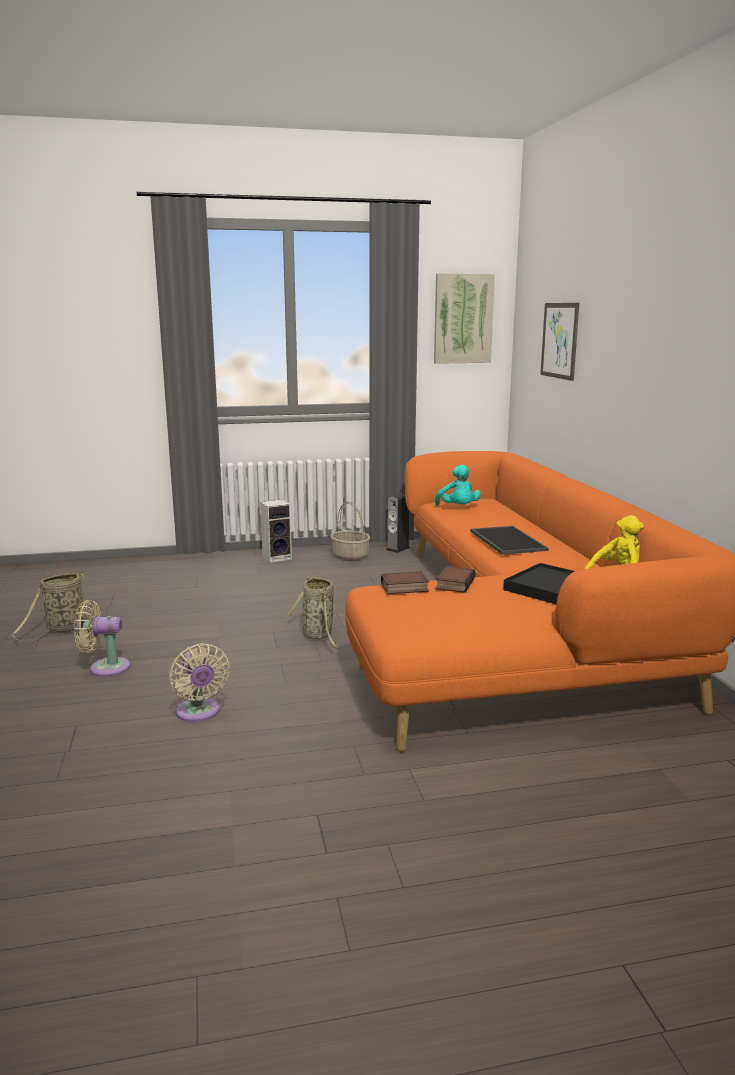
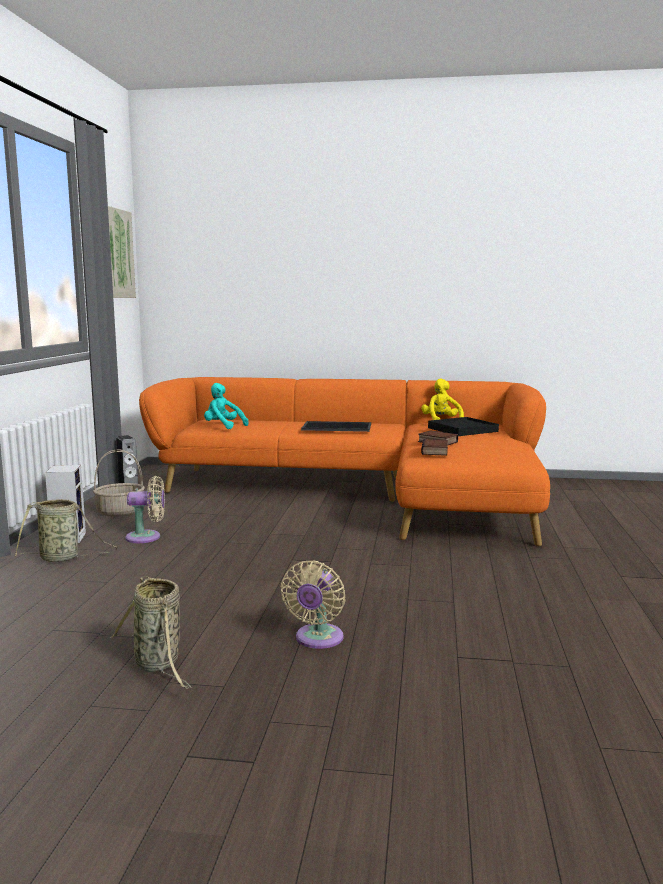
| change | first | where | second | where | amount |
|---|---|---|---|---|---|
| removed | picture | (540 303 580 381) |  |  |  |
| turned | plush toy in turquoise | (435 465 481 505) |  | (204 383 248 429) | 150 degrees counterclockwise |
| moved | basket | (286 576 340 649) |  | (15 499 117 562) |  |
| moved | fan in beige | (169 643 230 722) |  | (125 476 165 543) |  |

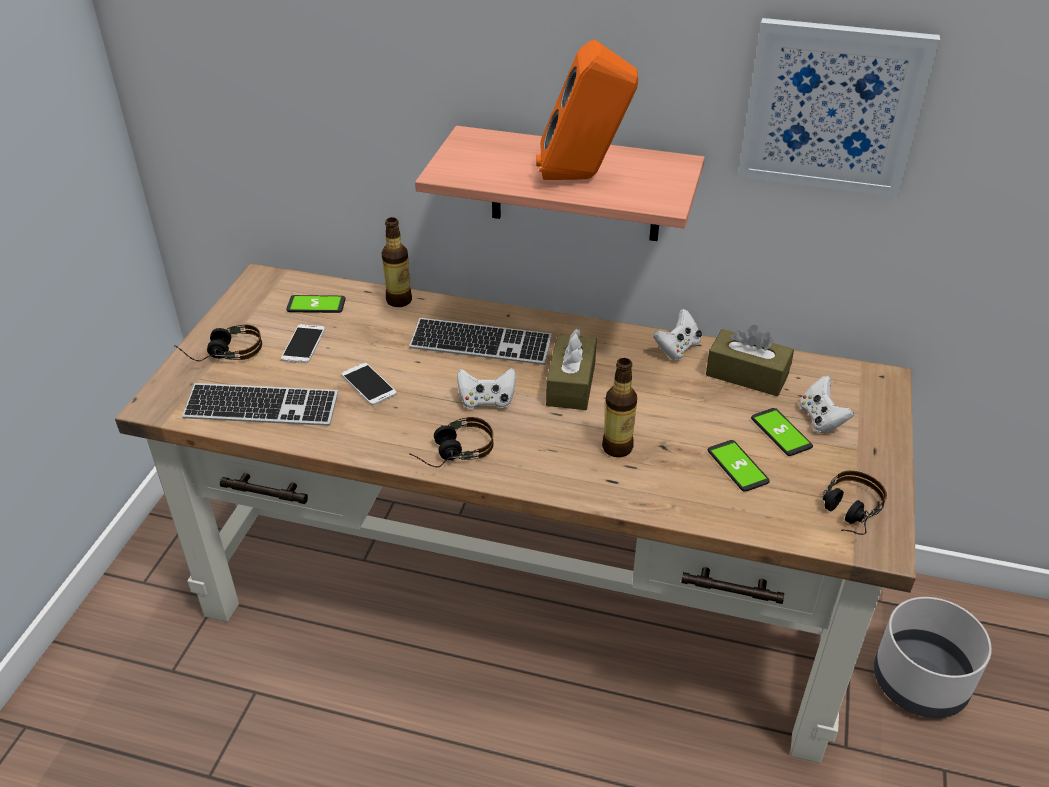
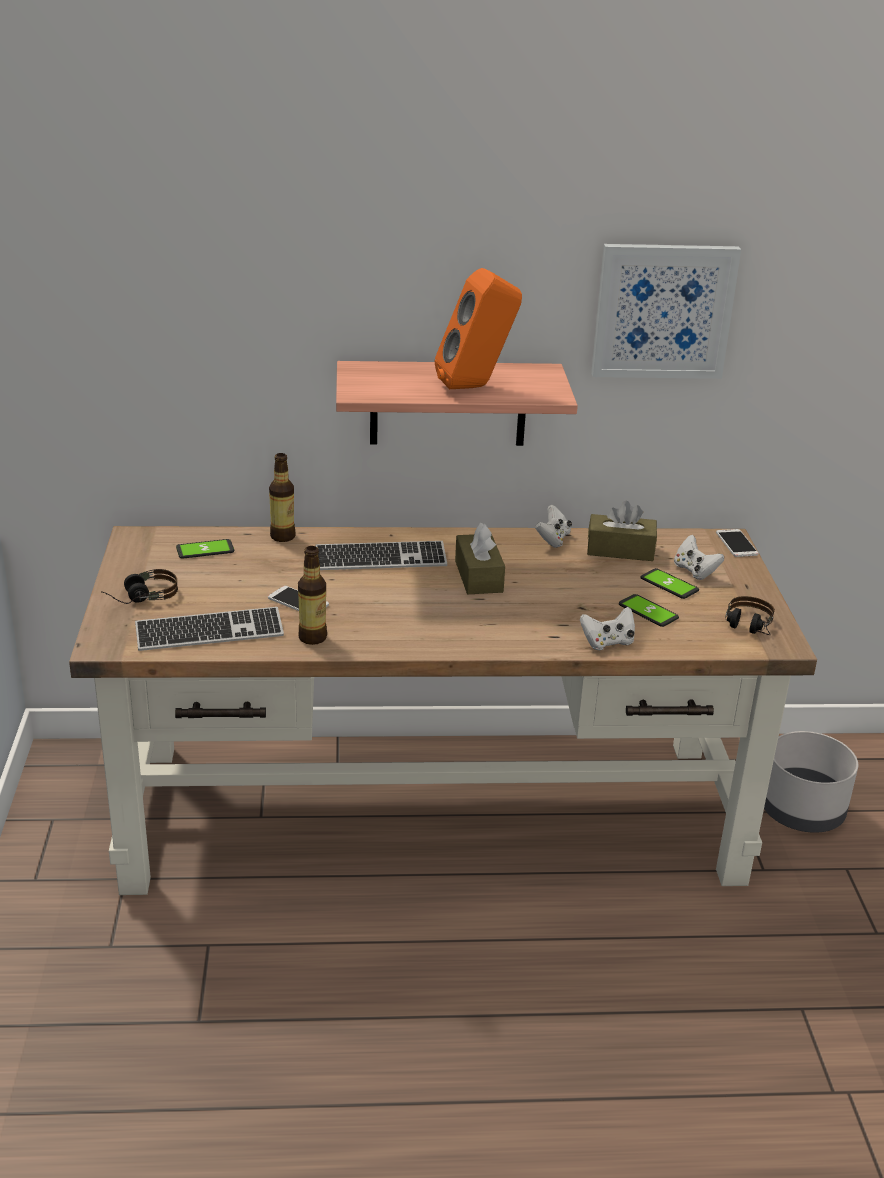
| change | first | where | second | where | amount |
|---|---|---|---|---|---|
| moved | phone | (281 324 325 363) |  | (716 529 758 557) |  |
| moved | bottle | (602 358 637 457) |  | (298 546 327 645) |  |
| moved | game controller in white | (457 368 516 409) |  | (580 607 635 650) |  |
| removed | headphones | (409 417 494 468) |  |  |  |

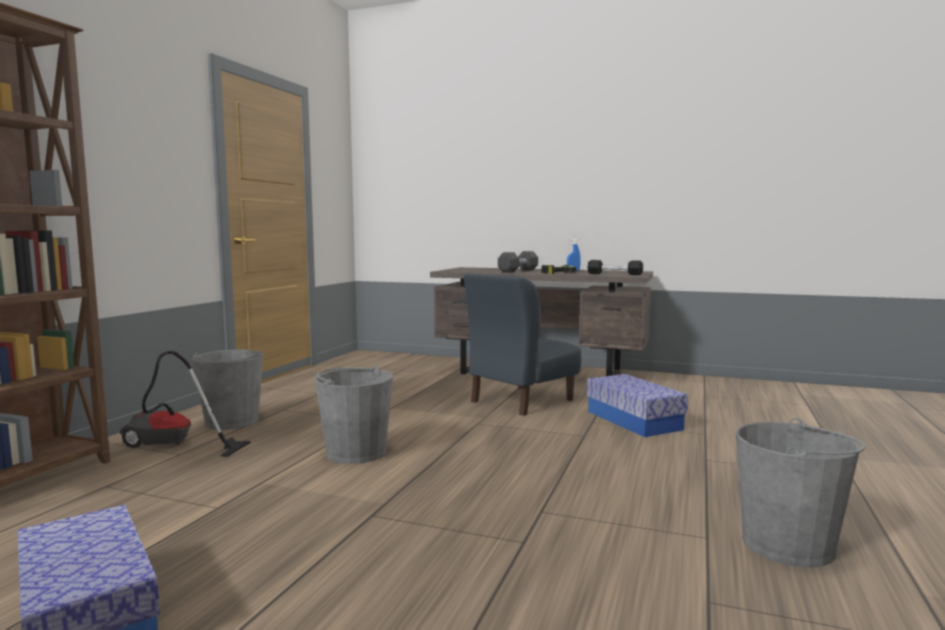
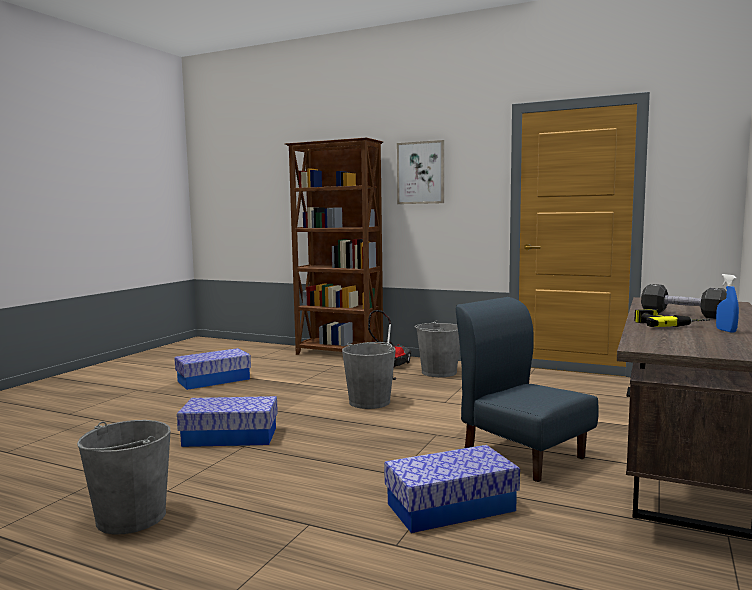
| change | first | where | second | where | amount |
|---|---|---|---|---|---|
| removed | dumbbell in black | (588 260 643 275) |  |  |  |
| added |  |  | picture | (397 140 444 204) |  |
| added |  |  | storage box | (177 396 278 447) |  |

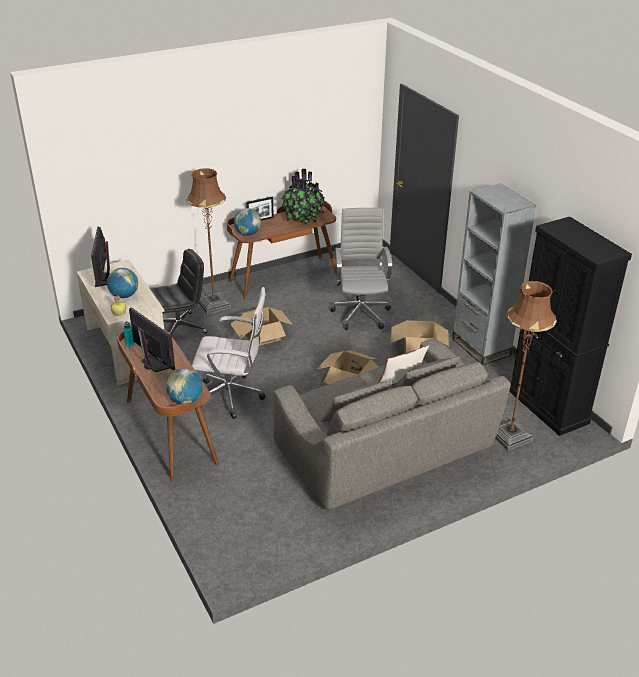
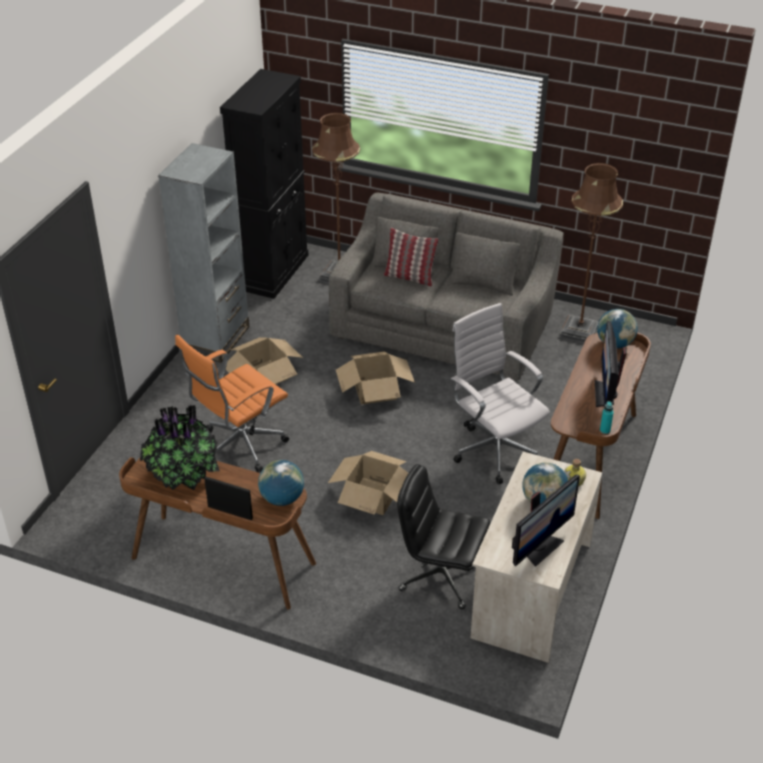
| change | first | where | second | where | amount |
|---|---|---|---|---|---|
| moved | floor lamp in brown | (186 168 231 315) |  | (560 163 623 343) |  |
| recoloured | office chair in grey | (330 208 392 330) | office chair in orange | (175 335 289 473) |  |

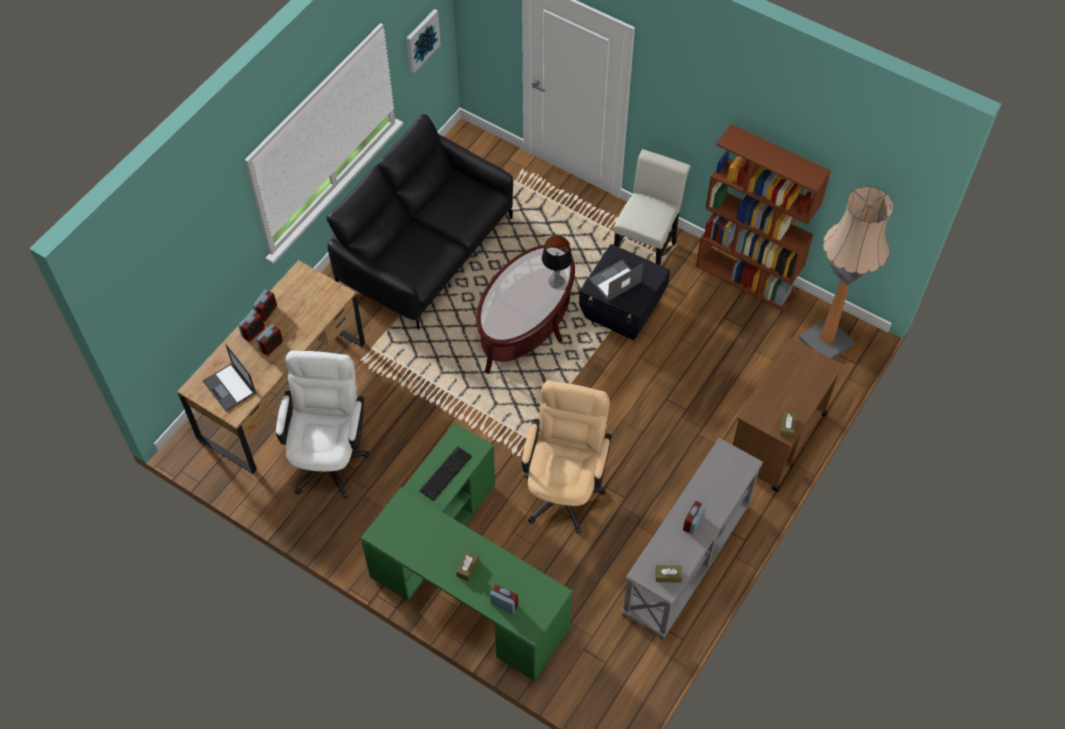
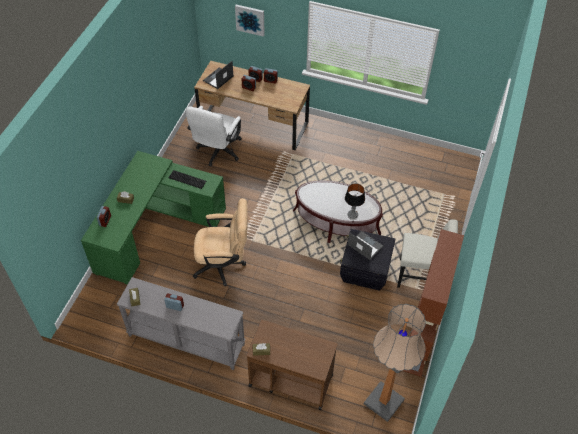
| change | first | where | second | where | amount |
|---|---|---|---|---|---|
| moved | picture | (406 9 441 74) |  | (235 5 265 37) |  |
| removed | sofa in black | (327 114 513 329) |  |  |  |
| turned | office chair in white | (276 351 370 499) |  | (186 106 242 166) | 120 degrees clockwise |

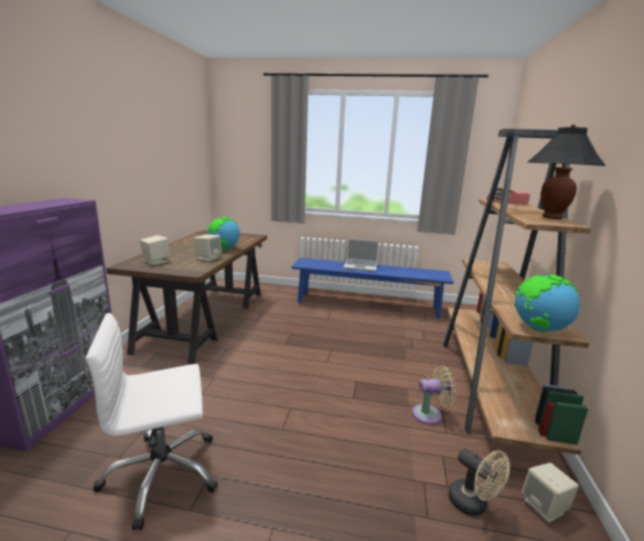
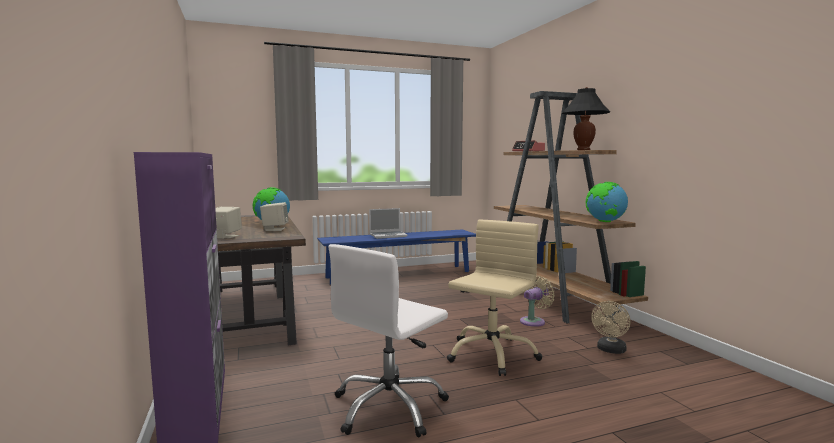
| change | first | where | second | where | amount |
|---|---|---|---|---|---|
| turned | fan in beige | (448 448 510 516) |  | (591 301 630 354) | 105 degrees clockwise |
| removed | speaker in beige | (521 463 579 523) |  |  |  |
| added |  |  | office chair in beige | (447 220 542 376) |  |

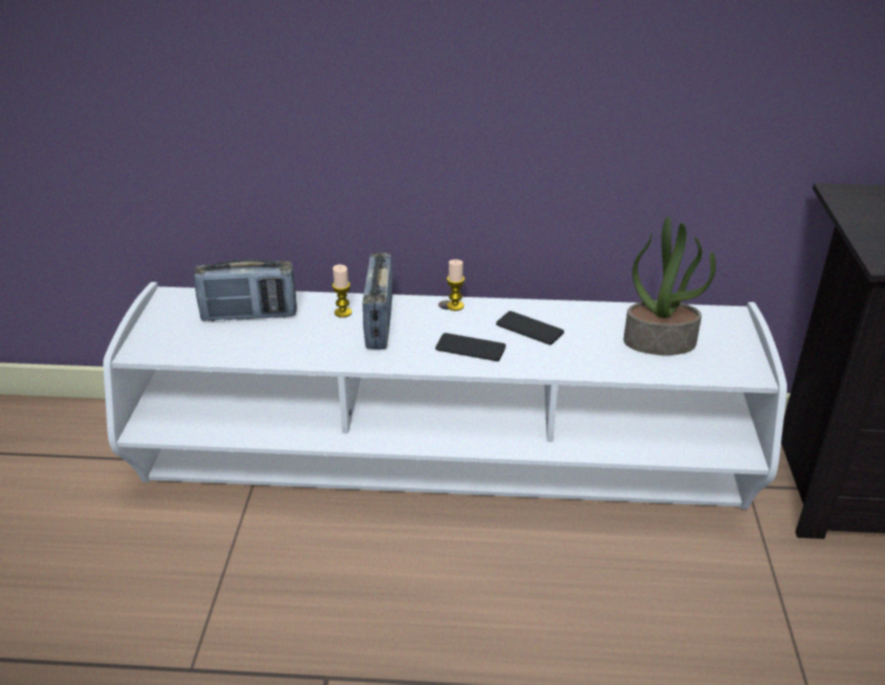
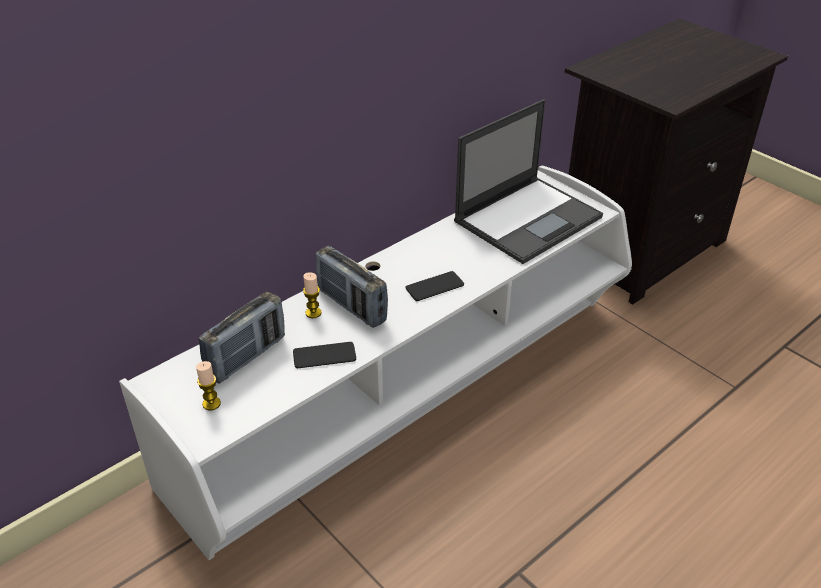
| change | first | where | second | where | amount |
|---|---|---|---|---|---|
| replaced | potted plant | (624 217 716 355) | laptop | (454 99 603 264) |  |
| moved | candle | (447 259 465 311) |  | (196 361 221 410) |  |
| moved | phone | (496 311 564 345) |  | (293 342 356 368) |  |

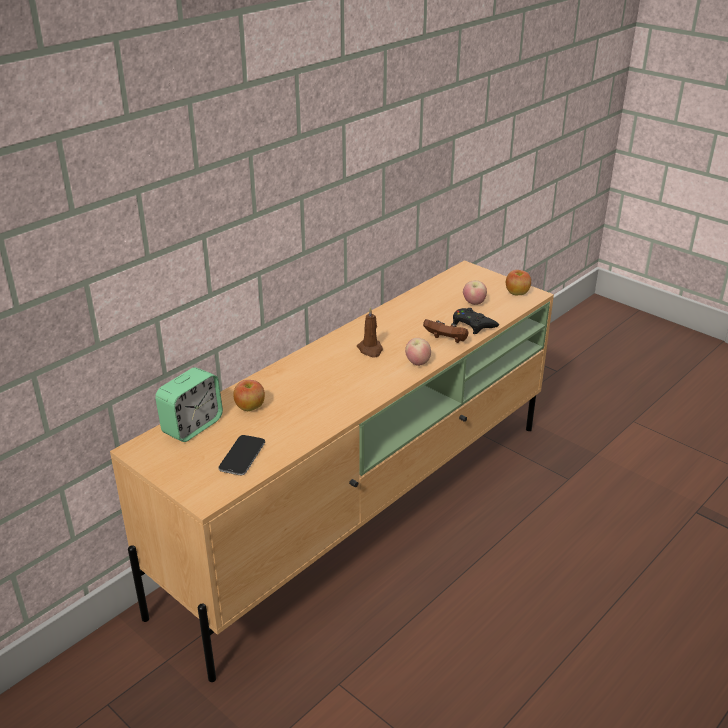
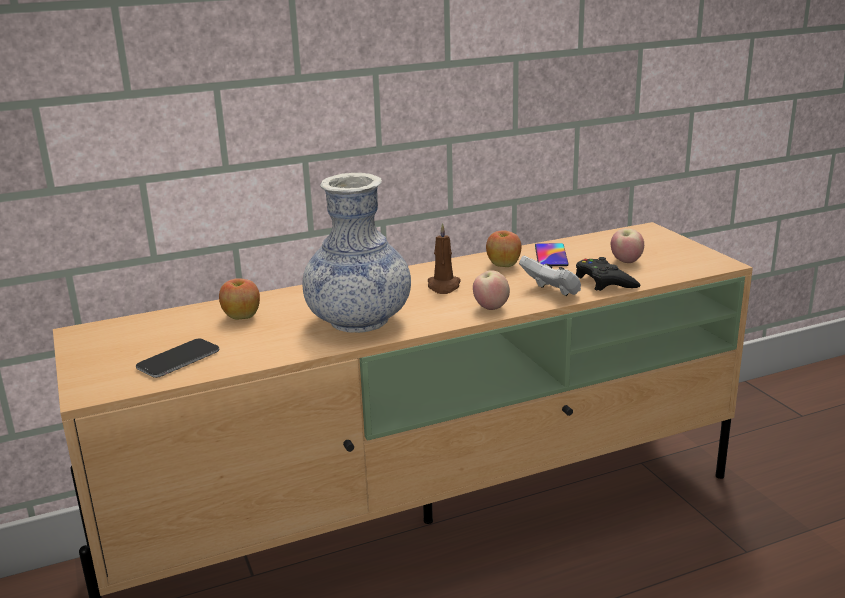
| change | first | where | second | where | amount |
|---|---|---|---|---|---|
| moved | apple | (506 270 531 295) |  | (486 230 521 267) |  |
| recoloured | game controller in brown | (423 319 468 343) | game controller in white | (519 256 581 296) |  |
| removed | alarm clock | (155 367 223 442) |  |  |  |
| added |  |  | vase | (302 173 411 333) |  |
| added |  |  | phone | (535 243 569 266) |  |

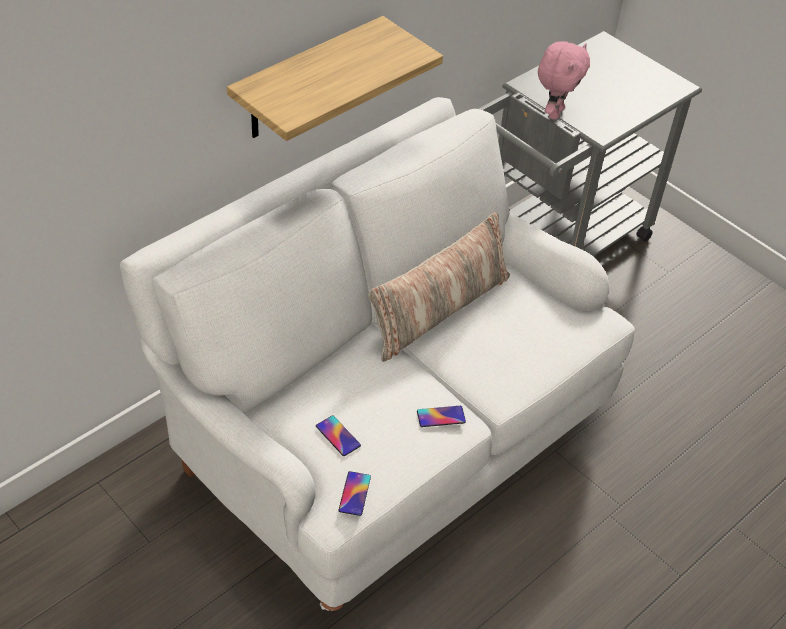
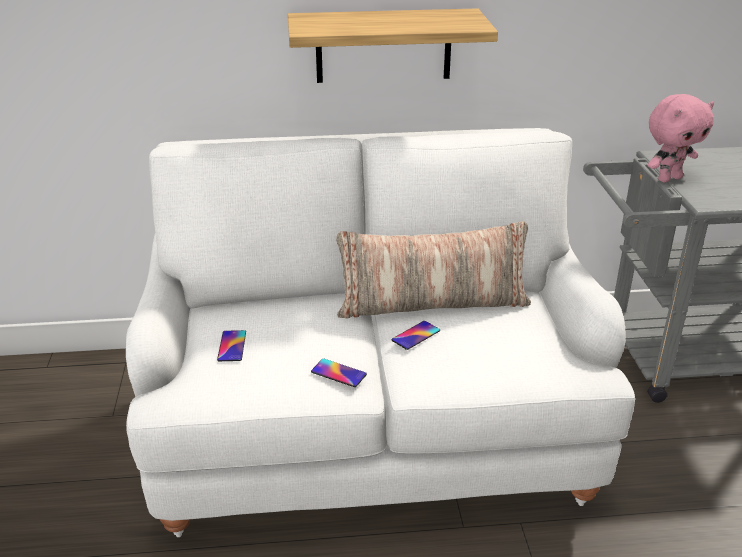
| change | first | where | second | where | amount |
|---|---|---|---|---|---|
| moved | phone | (339 471 371 516) |  | (391 321 440 350) |  |

